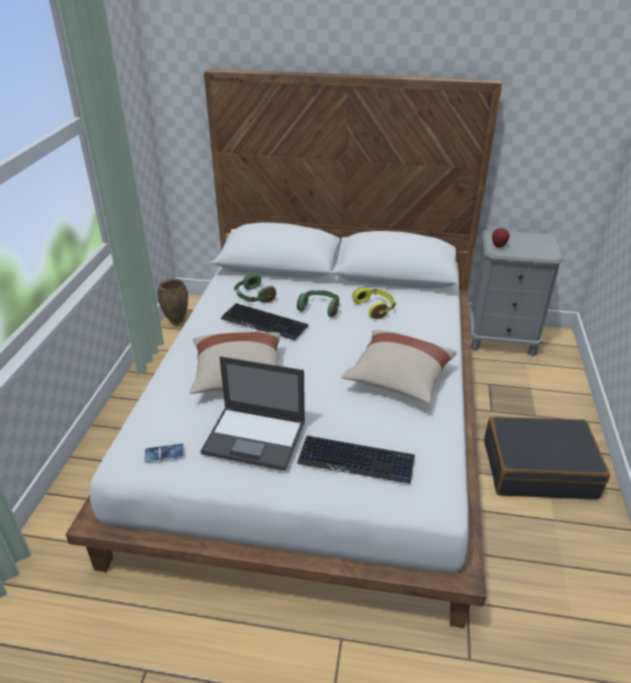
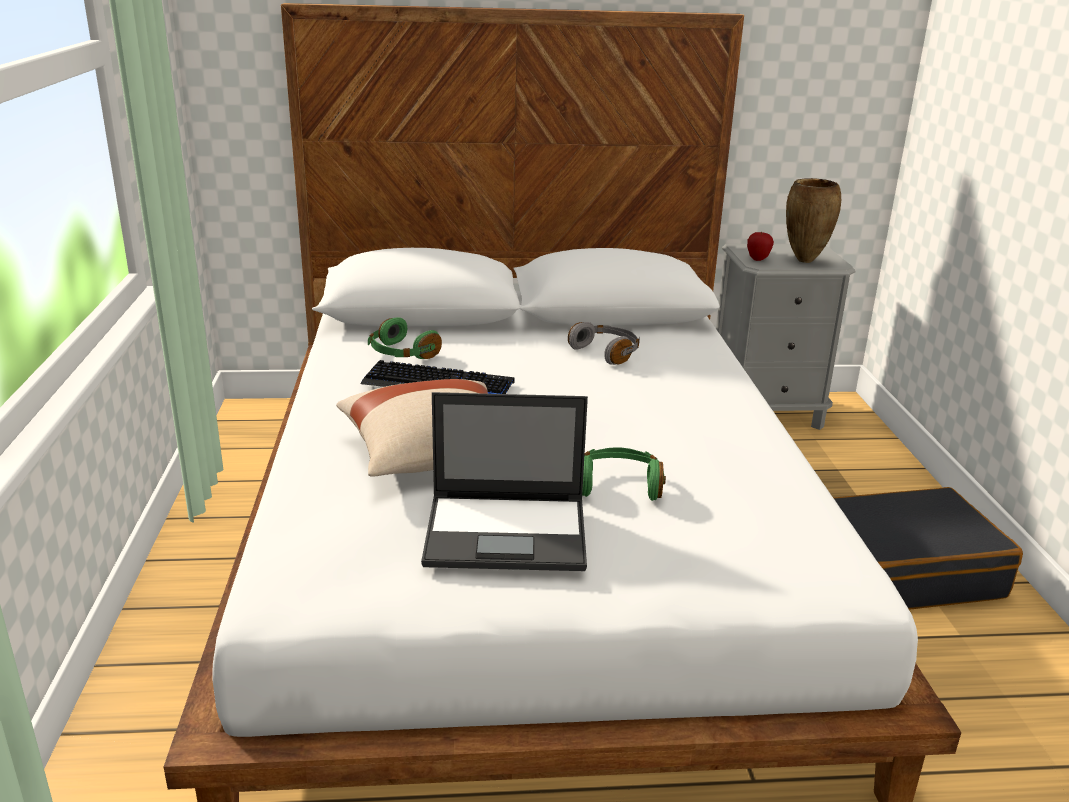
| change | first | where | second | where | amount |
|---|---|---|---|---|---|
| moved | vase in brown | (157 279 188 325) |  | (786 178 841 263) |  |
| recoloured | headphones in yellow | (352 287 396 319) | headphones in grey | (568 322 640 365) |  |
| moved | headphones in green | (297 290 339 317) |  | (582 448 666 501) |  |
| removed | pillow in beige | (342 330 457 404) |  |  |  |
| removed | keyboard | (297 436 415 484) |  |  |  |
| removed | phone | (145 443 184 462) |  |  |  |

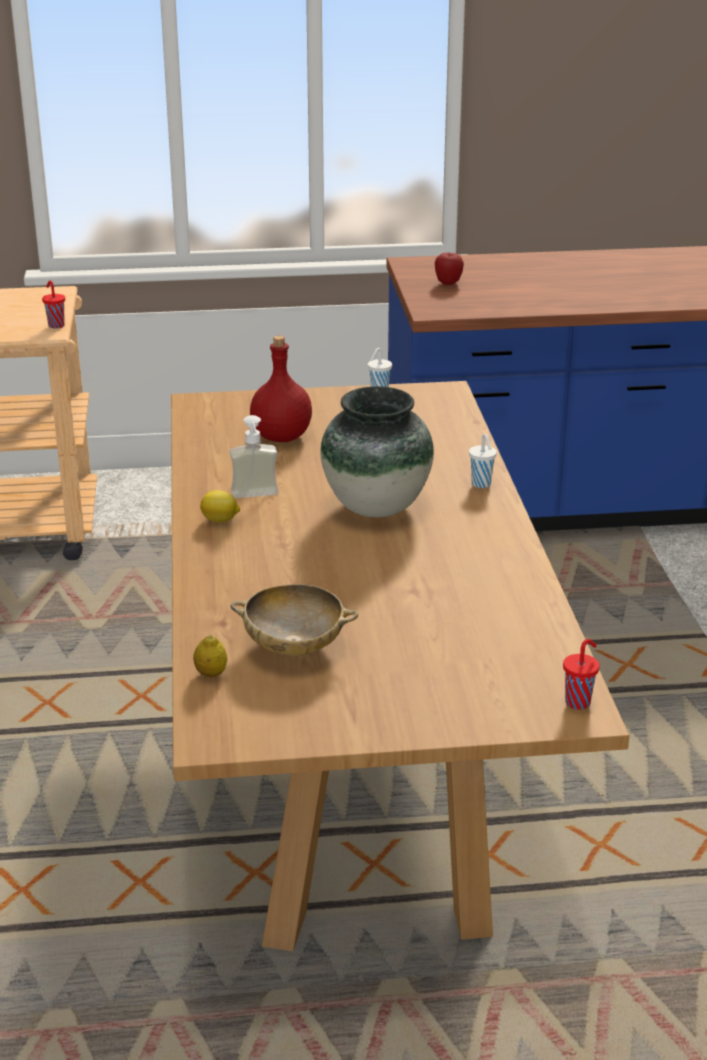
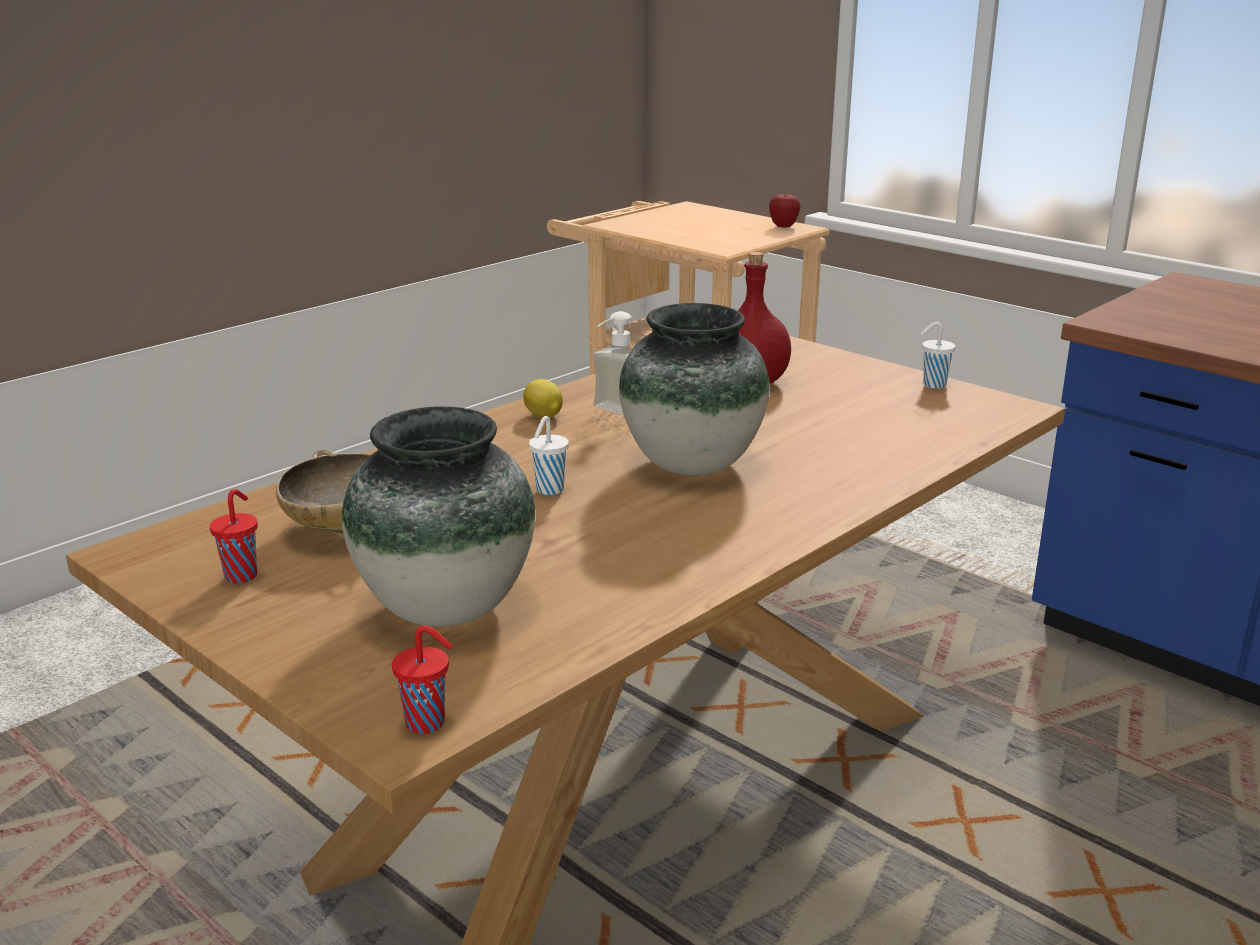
| change | first | where | second | where | amount |
|---|---|---|---|---|---|
| moved | apple | (435 253 464 285) |  | (769 193 801 228) |  |
| moved | cup in red | (42 281 65 329) |  | (210 489 258 583) |  |
| moved | cup in white | (469 434 497 488) |  | (529 416 569 495) |  |
| removed | lemon | (193 635 227 677) |  |  |  |
| added |  |  | vase | (342 406 535 627) |  |

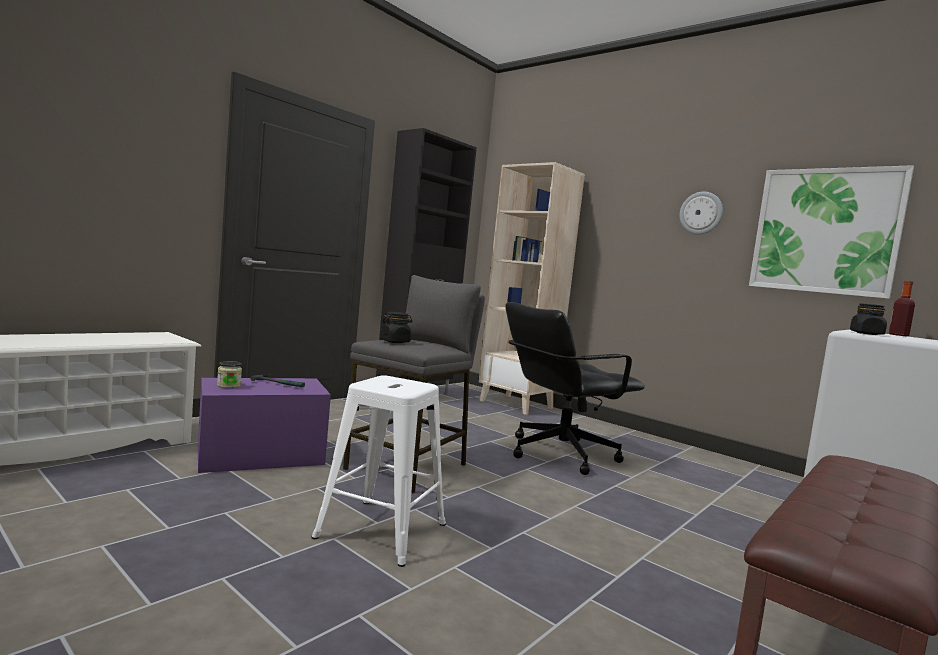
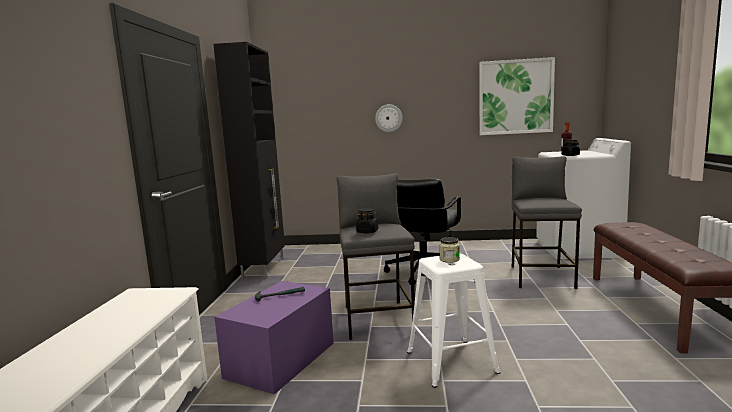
| change | first | where | second | where | amount |
|---|---|---|---|---|---|
| removed | bookcase in beige | (479 162 585 415) |  |  |  |
| moved | wall clock | (680 192 723 234) |  | (375 104 403 132) |  |
| moved | jar | (217 361 242 388) |  | (439 237 460 263) |  |
| added |  |  | stool in grey | (512 156 582 289) |  |

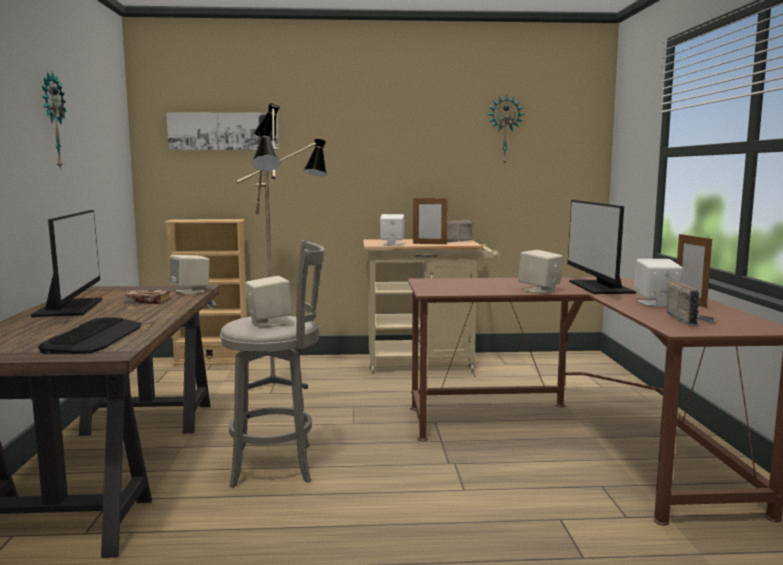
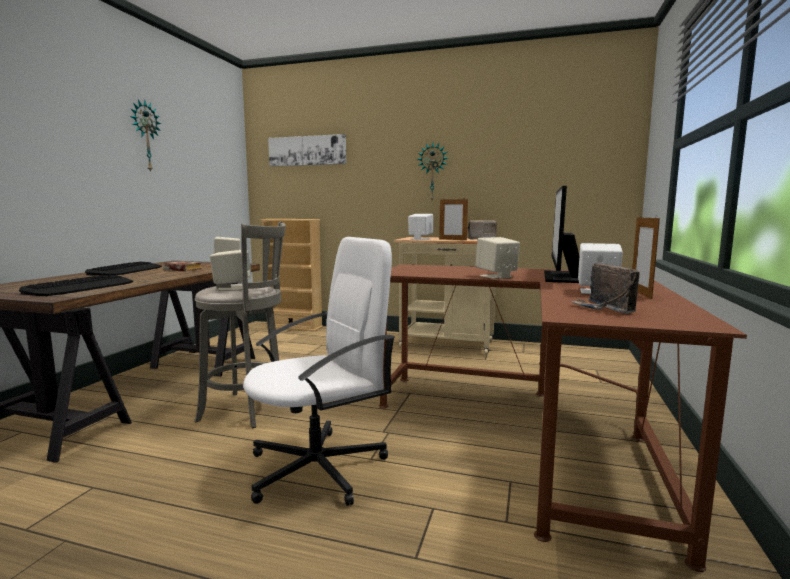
| change | first | where | second | where | amount |
|---|---|---|---|---|---|
| moved | wall clock | (488 95 525 165) |  | (417 143 448 200) |  |
| removed | floor lamp | (236 103 327 389) |  |  |  |
| replaced | monitor | (31 210 102 317) | keyboard | (85 262 162 276) |  |
| turned | radio | (667 281 718 325) |  | (571 263 640 314) | 150 degrees clockwise |
| added |  |  | office chair in white | (243 237 395 506) |  |

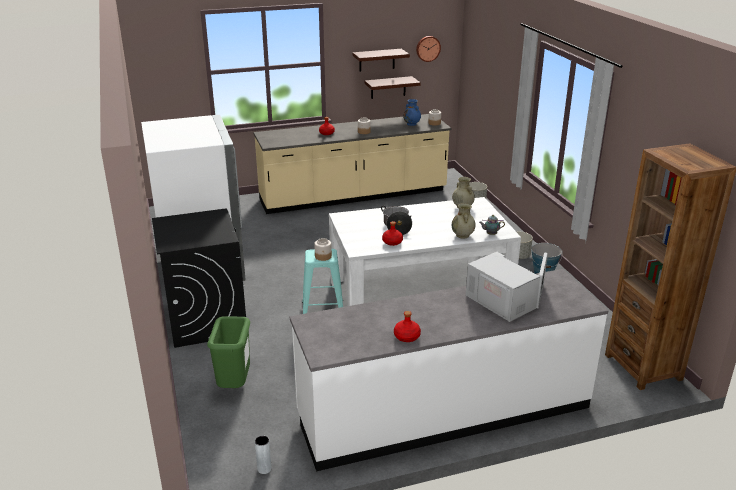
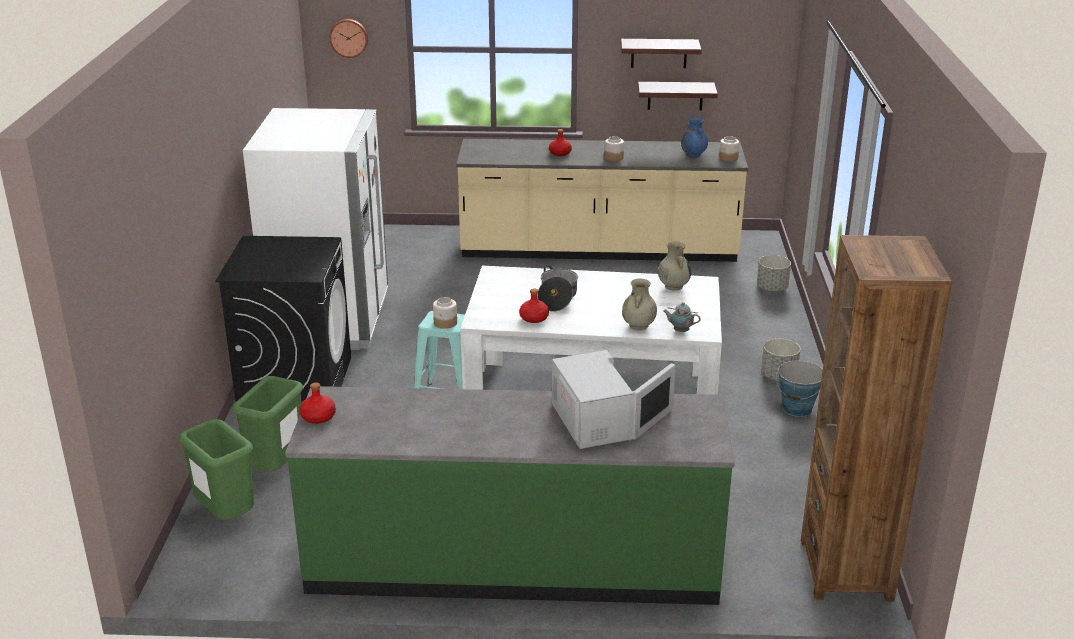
| change | first | where | second | where | amount |
|---|---|---|---|---|---|
| moved | wall clock | (416 36 441 62) |  | (329 19 368 58) |  |
| recoloured | counter in white | (290 269 609 471) | counter in green | (285 386 735 605) |  |
| moved | bottle in red | (394 311 421 342) |  | (299 382 336 424) |  |
| removed | vase in grey | (255 436 272 474) |  |  |  |
| added |  |  | trash can in green | (179 419 254 520) |  |

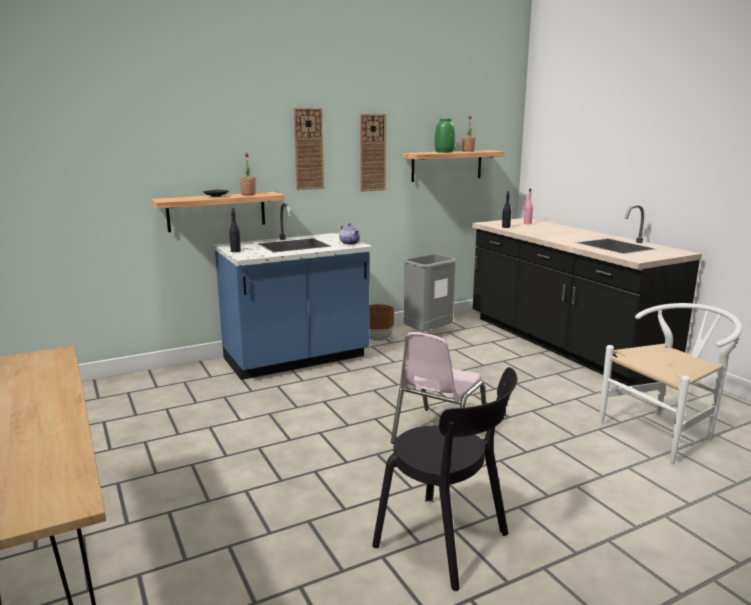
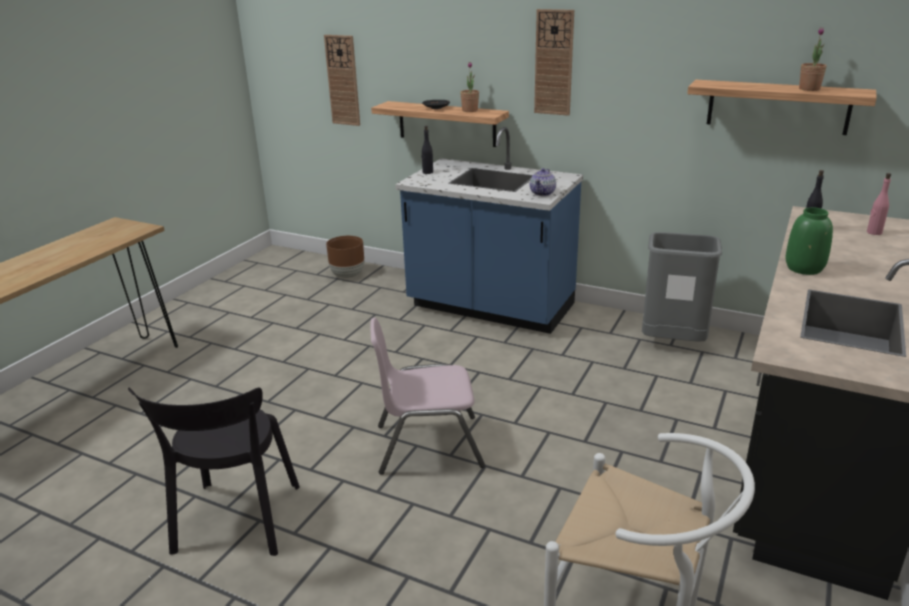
| change | first | where | second | where | amount |
|---|---|---|---|---|---|
| moved | wall clock | (360 114 386 192) |  | (324 35 360 126) |  |
| moved | vase in green | (435 119 455 153) |  | (785 207 833 275) |  |
| moved | planter in brown | (369 304 394 341) |  | (326 236 364 279) |  |

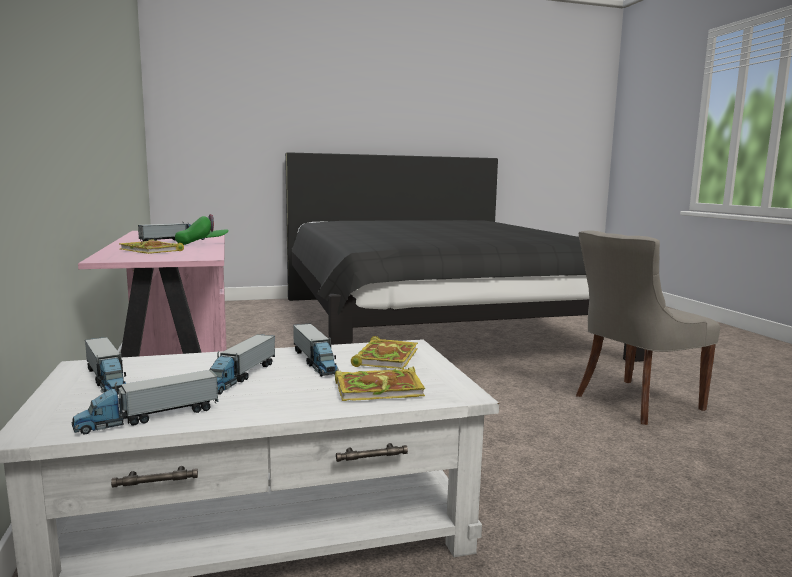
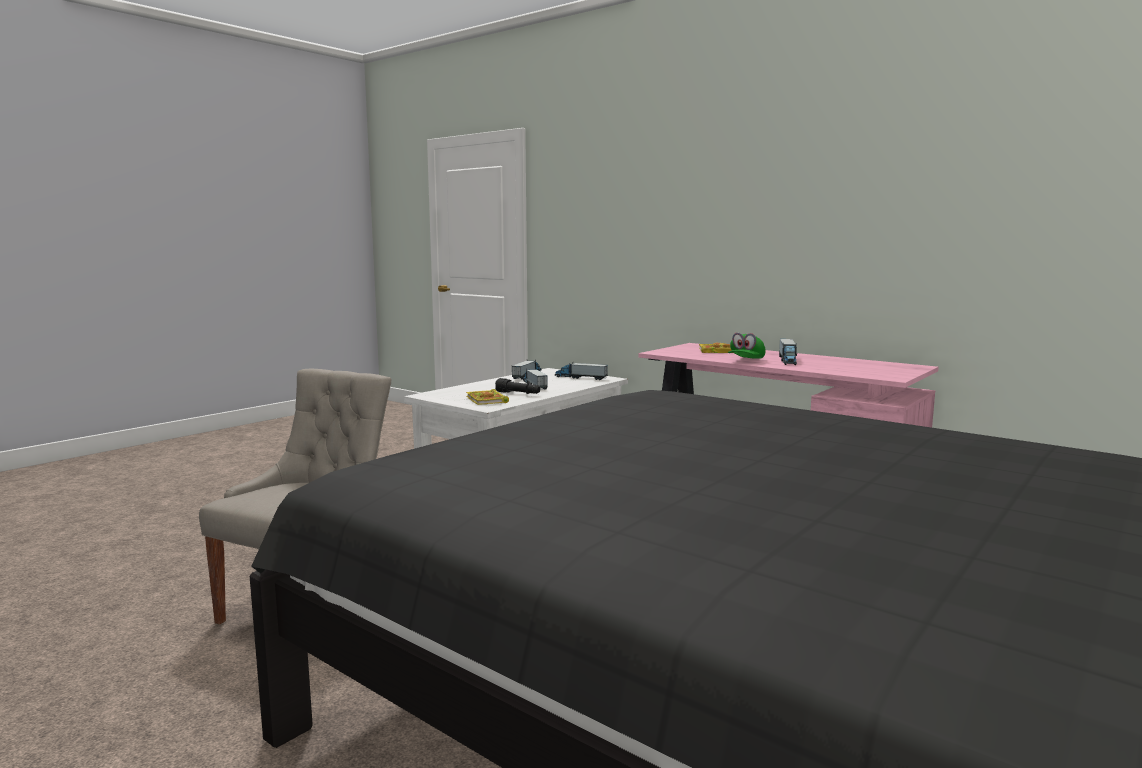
| change | first | where | second | where | amount |
|---|---|---|---|---|---|
| replaced | toy truck | (293 323 339 377) | flashlight in black | (495 378 540 394) |  |
| removed | book | (335 367 425 401) |  |  |  |

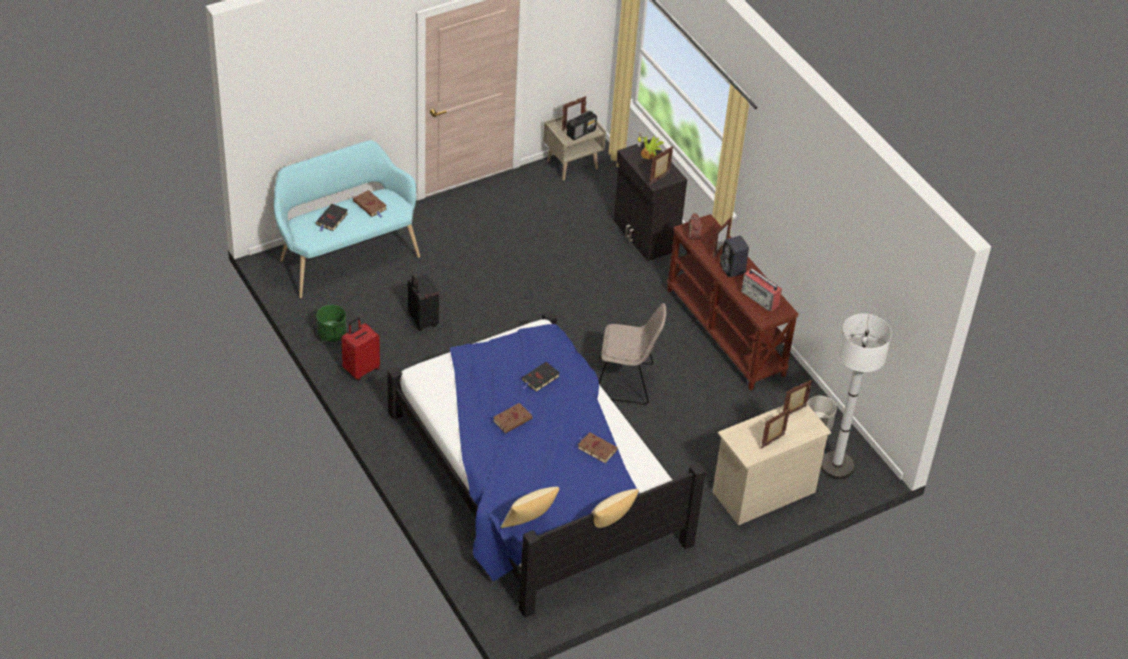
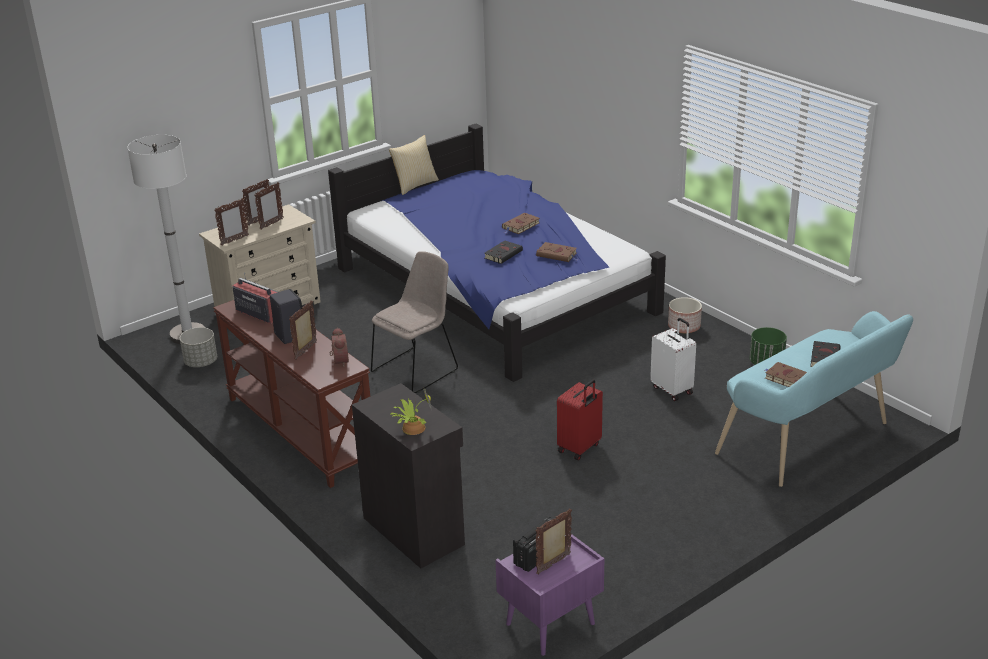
| change | first | where | second | where | amount |
|---|---|---|---|---|---|
| recoloured | nightstand in beige | (543 108 606 180) | nightstand in purple | (495 534 604 656) |  |
| moved | picture frame | (650 146 673 185) |  | (255 182 284 230) |  |
| recoloured | suitcase in black | (408 275 439 331) | suitcase in white | (650 318 696 401) |  |
| turned | chair in beige | (599 303 666 405) |  | (371 251 458 393) | 135 degrees clockwise |
| moved | suitcase in red | (341 317 380 381) |  | (557 380 603 460) |  |
| moved | book in brown | (578 432 618 463) |  | (536 242 579 262) |  |
| removed | pillow | (501 487 559 528) |  |  |  |
| added |  |  | planter | (668 297 702 333) |  |

